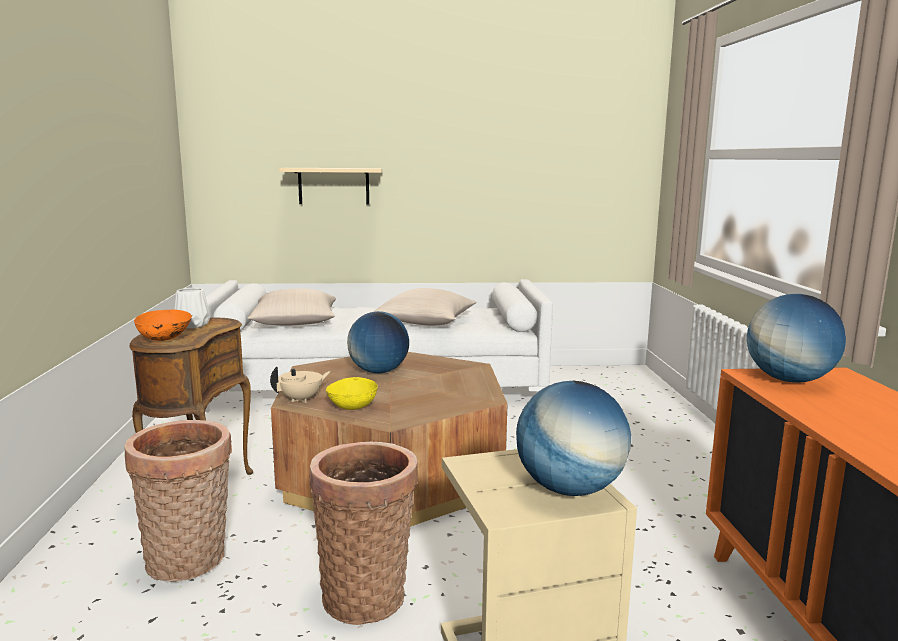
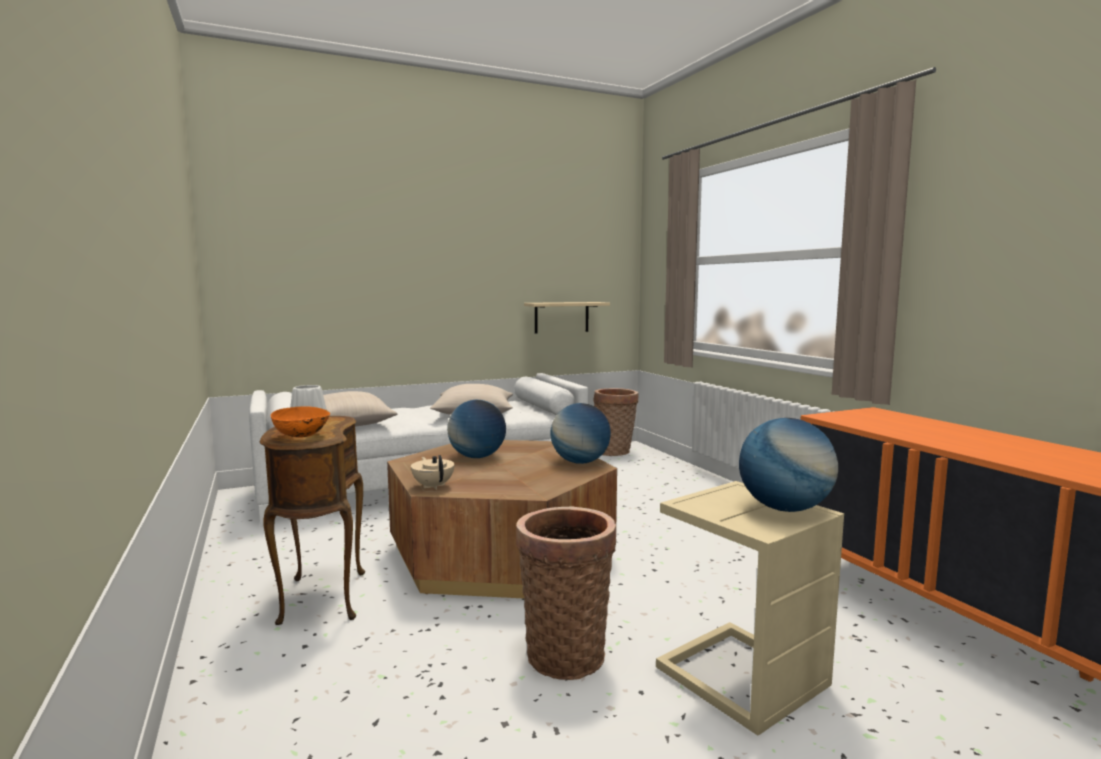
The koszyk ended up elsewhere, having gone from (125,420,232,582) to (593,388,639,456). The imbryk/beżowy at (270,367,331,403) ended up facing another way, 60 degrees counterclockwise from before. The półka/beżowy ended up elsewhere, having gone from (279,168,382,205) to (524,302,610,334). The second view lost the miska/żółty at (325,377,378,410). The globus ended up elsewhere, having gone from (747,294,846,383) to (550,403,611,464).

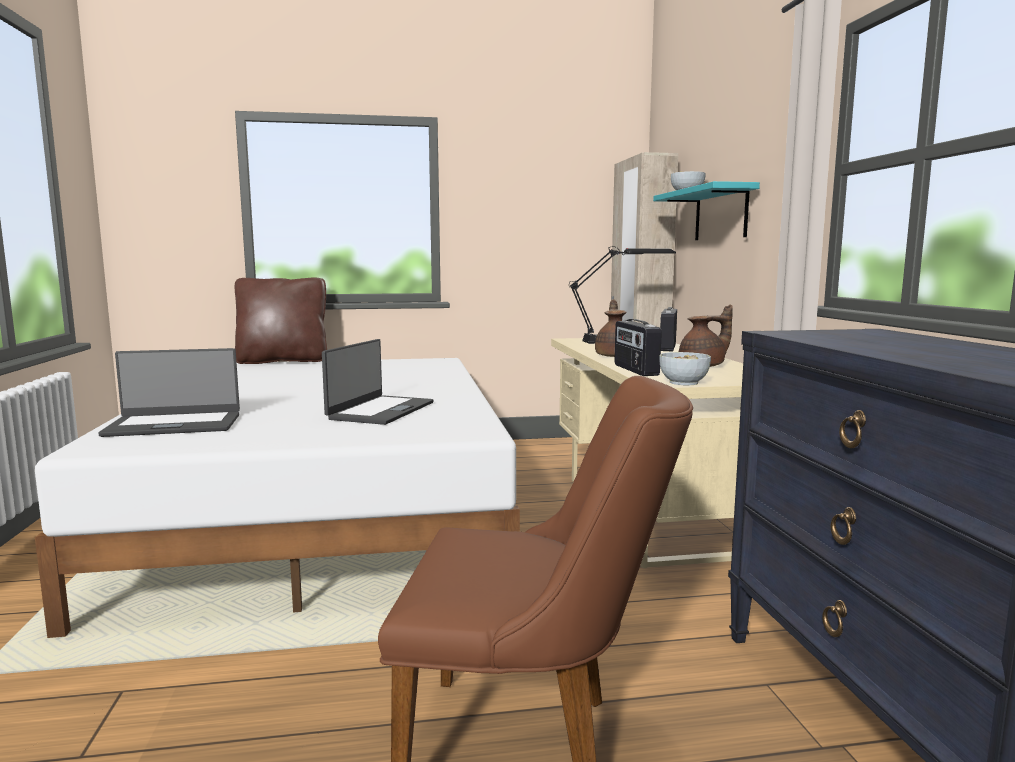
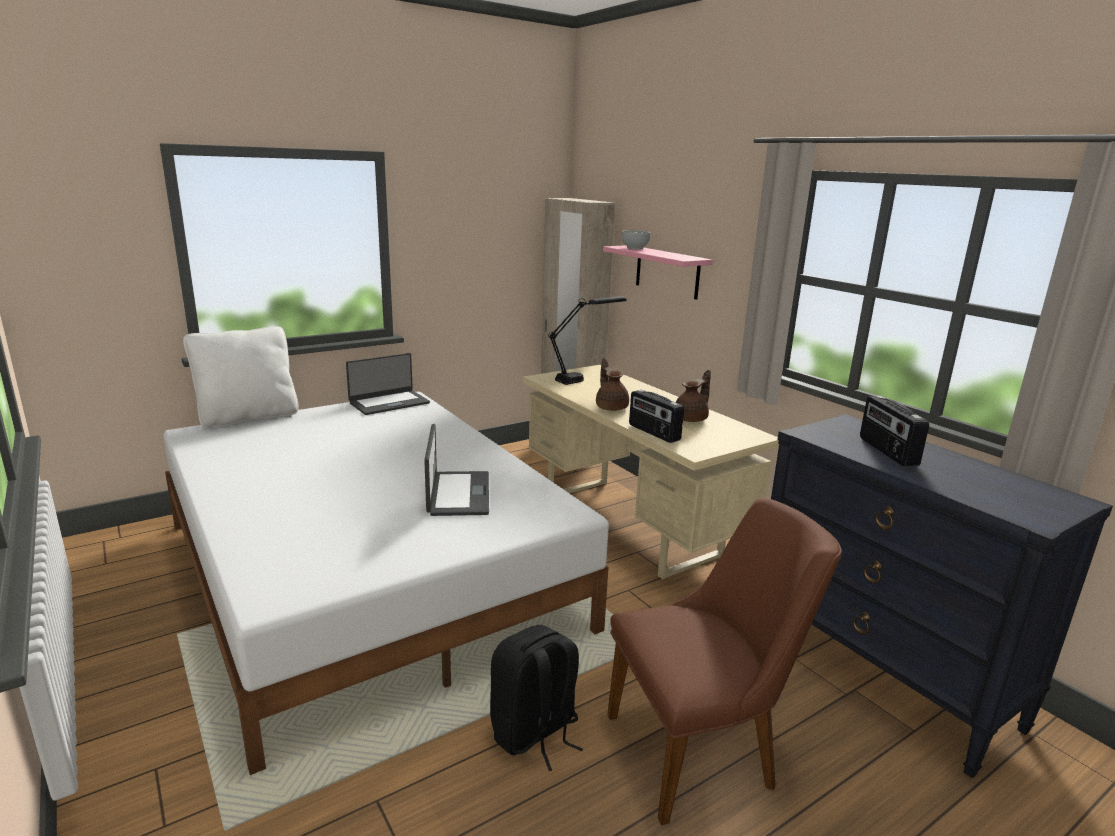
The laptop ended up elsewhere, having gone from (98,348,240,437) to (346,353,430,415). What was the poduszka/brązowy at (235,278,327,364) turned into the poduszka/biały at (183,326,299,428). What was the półka/turkusowy at (653,181,760,240) turned into the półka/różowy at (603,245,713,300). The second view lost the miska at (659,352,711,385). The radio ended up elsewhere, having gone from (660,307,677,351) to (860,396,929,466). The second view gained the plecak/czarny at (490,625,583,771).

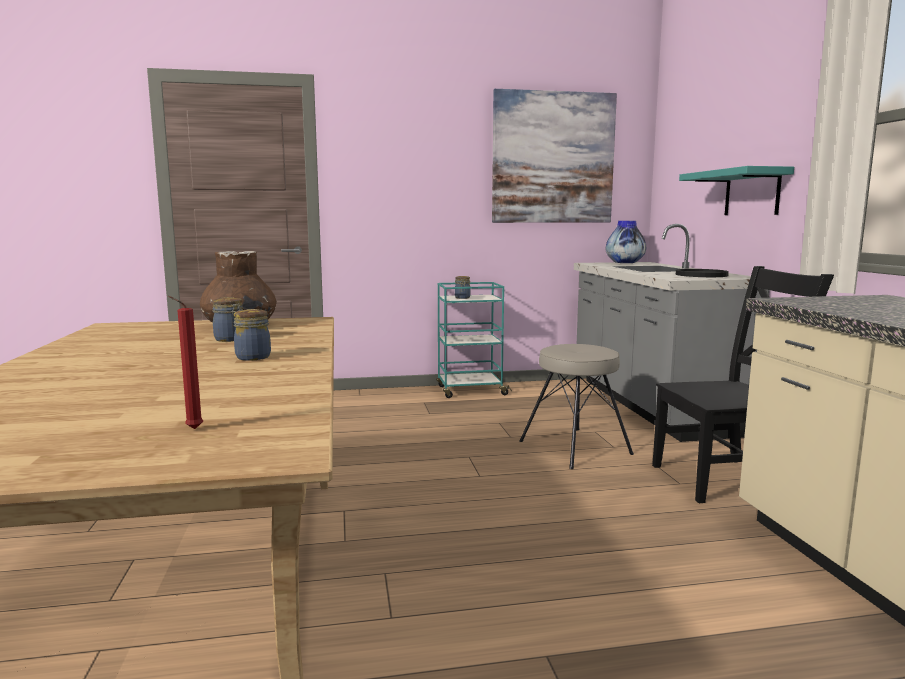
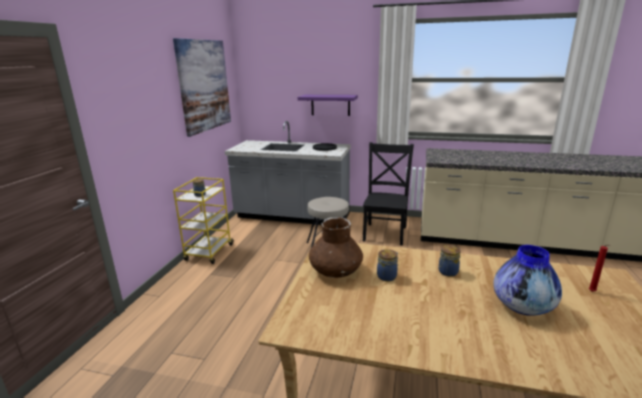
What was the wózek/turkusowy at (436,282,512,398) turned into the wózek/żółty at (173,177,234,264). The wazon ended up elsewhere, having gone from (606,221,646,263) to (493,245,562,316). What was the półka/turkusowy at (679,166,794,215) turned into the półka/fioletowy at (298,95,358,116).

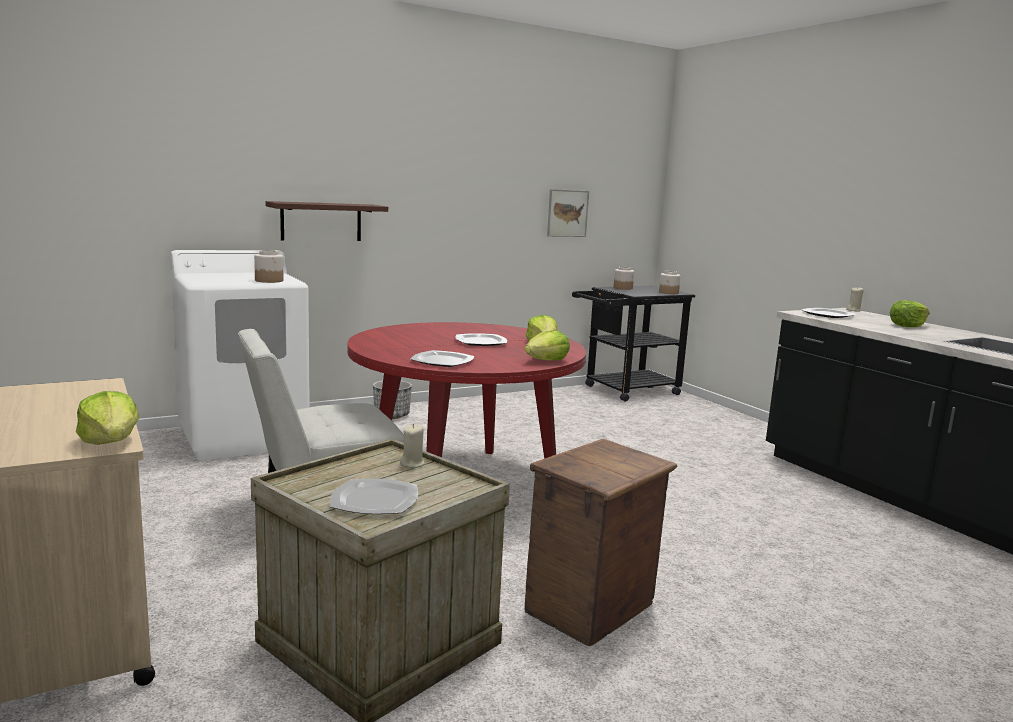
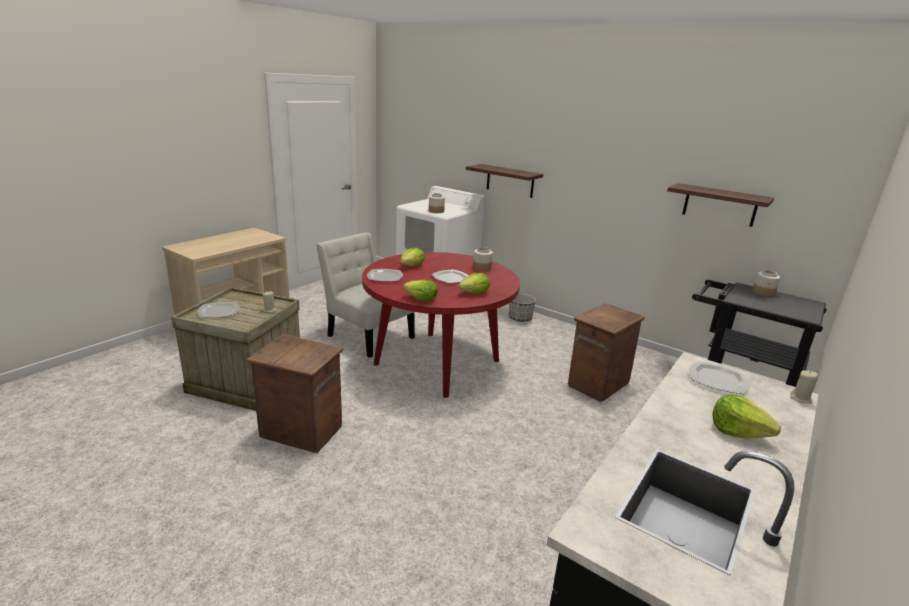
The sałata ended up elsewhere, having gone from (76,391,139,445) to (400,248,425,266). Where the obraz hung at (547,189,589,237), the półka came to hang at (667,183,774,227). The słoik ended up elsewhere, having gone from (659,271,681,294) to (473,247,493,271). The second view gained the skrzynka at (568,303,645,402).

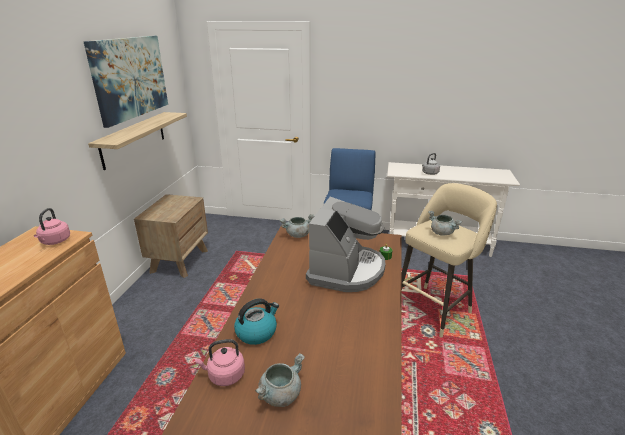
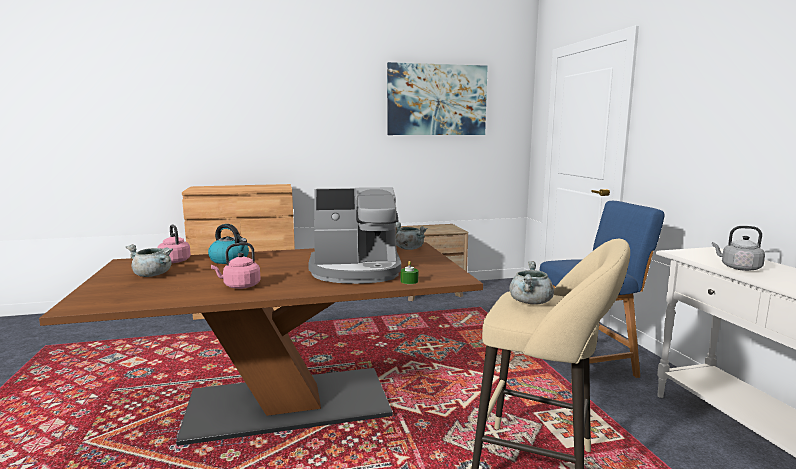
The czajnik/różowy ended up elsewhere, having gone from (34,208,70,245) to (211,243,261,289). The second view lost the półka at (88,112,187,170).

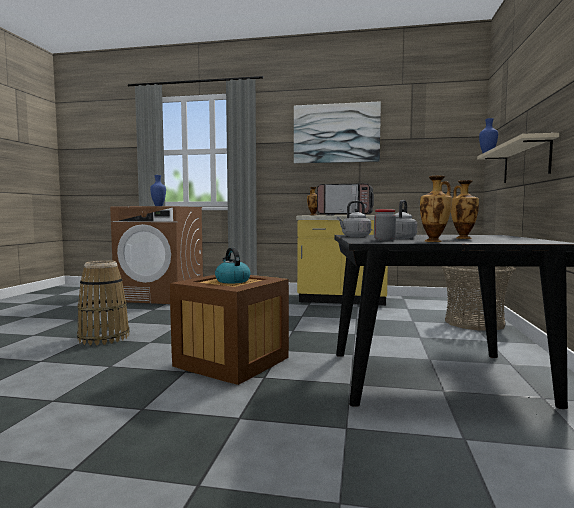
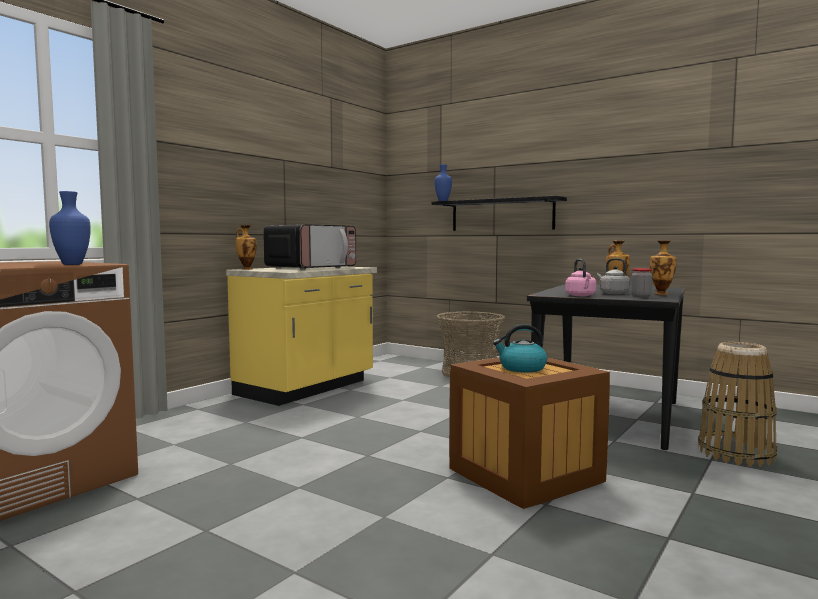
The koszyk ended up elsewhere, having gone from (77,260,130,345) to (698,342,777,467). The second view lost the obraz at (294,101,381,163). What was the czajnik/szary at (337,201,371,237) turned into the czajnik/różowy at (565,259,596,296). What was the półka/beżowy at (477,133,559,183) turned into the półka/czarny at (432,196,567,231).

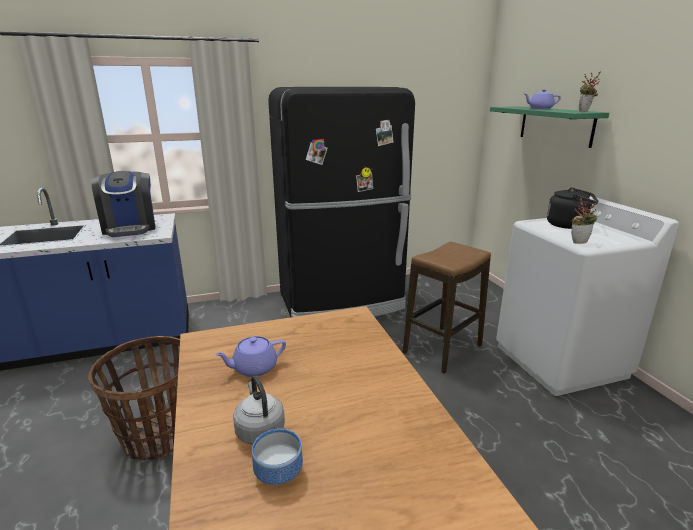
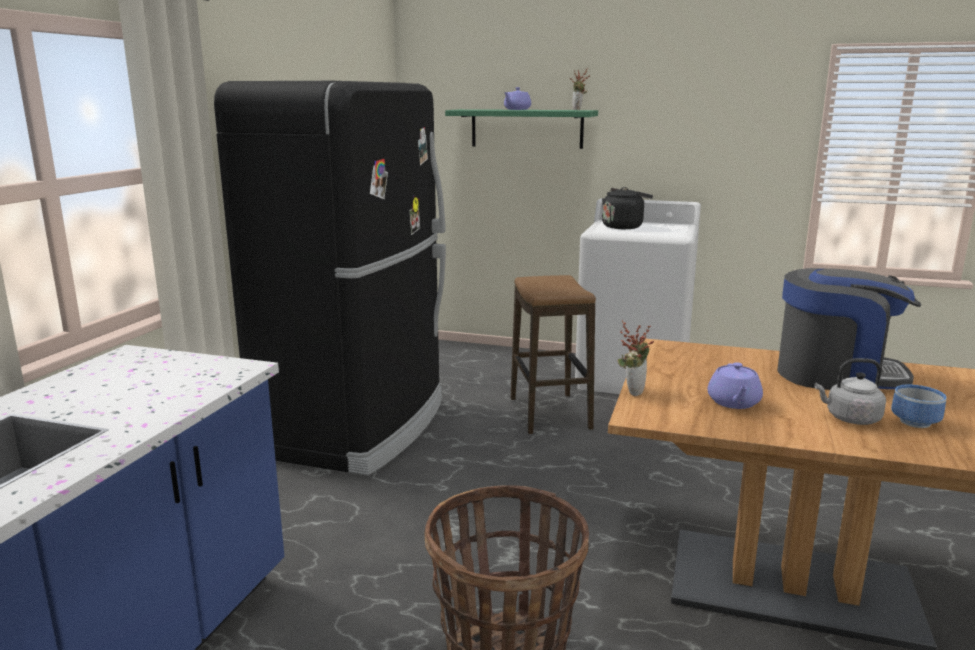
The ekspres do kawy ended up elsewhere, having gone from (91,171,155,237) to (777,268,922,390). The roślina doniczkowa ended up elsewhere, having gone from (571,197,598,244) to (618,320,654,396).

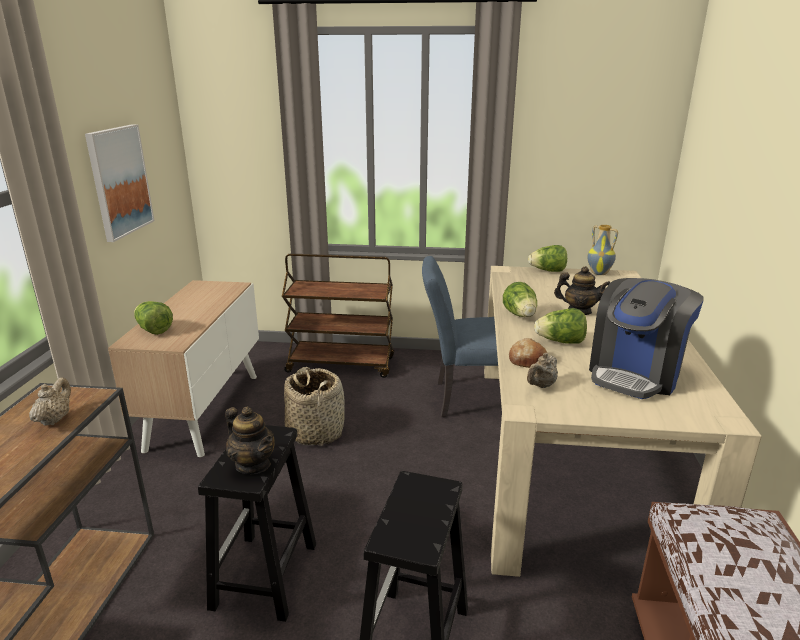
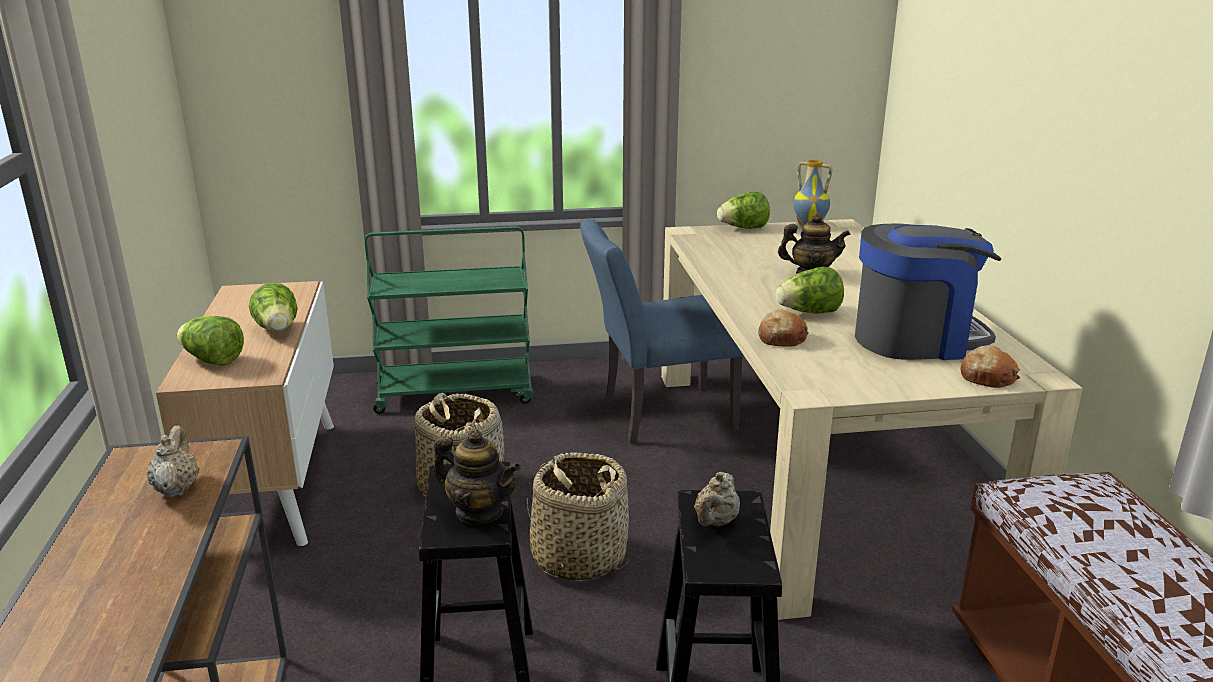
The second view lost the obraz at (85,124,154,242). What was the wózek/brązowy at (282,253,394,378) turned into the wózek/zielony at (365,226,533,414). The sałata ended up elsewhere, having gone from (503,282,537,317) to (249,283,298,332). The imbryk/beżowy ended up elsewhere, having gone from (527,353,558,388) to (694,472,740,526). The ekspres do kawy at (589,278,704,399) ended up facing another way, 120 degrees counterclockwise from before. The second view gained the koszyk at (527,452,629,581). The second view gained the chleb at (961,345,1020,388).

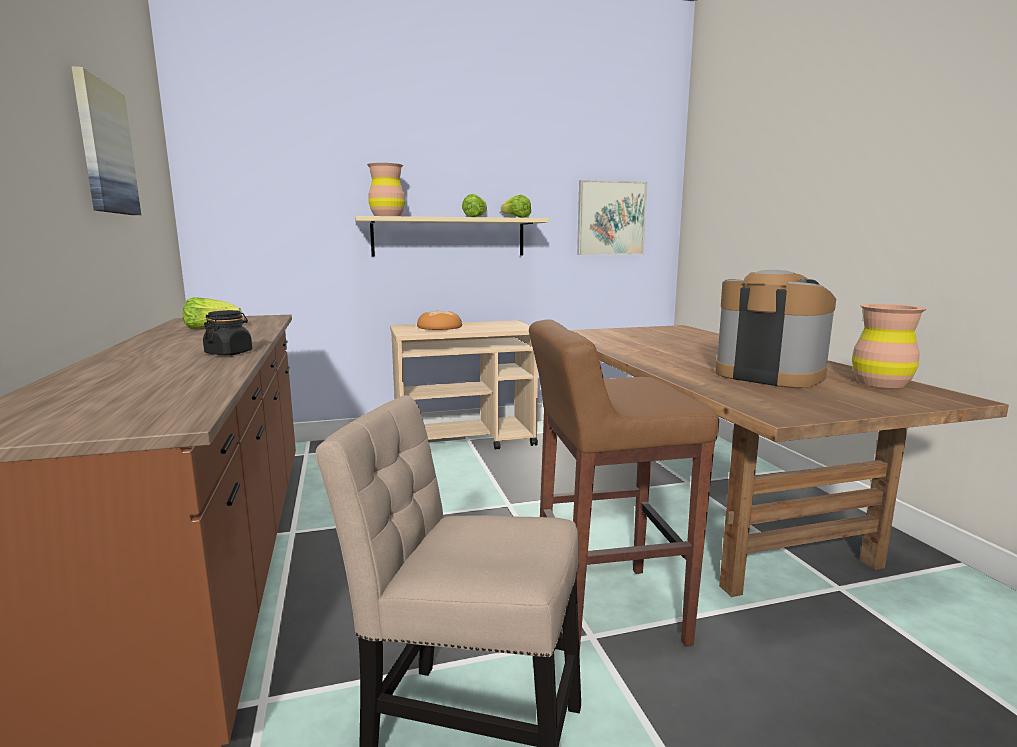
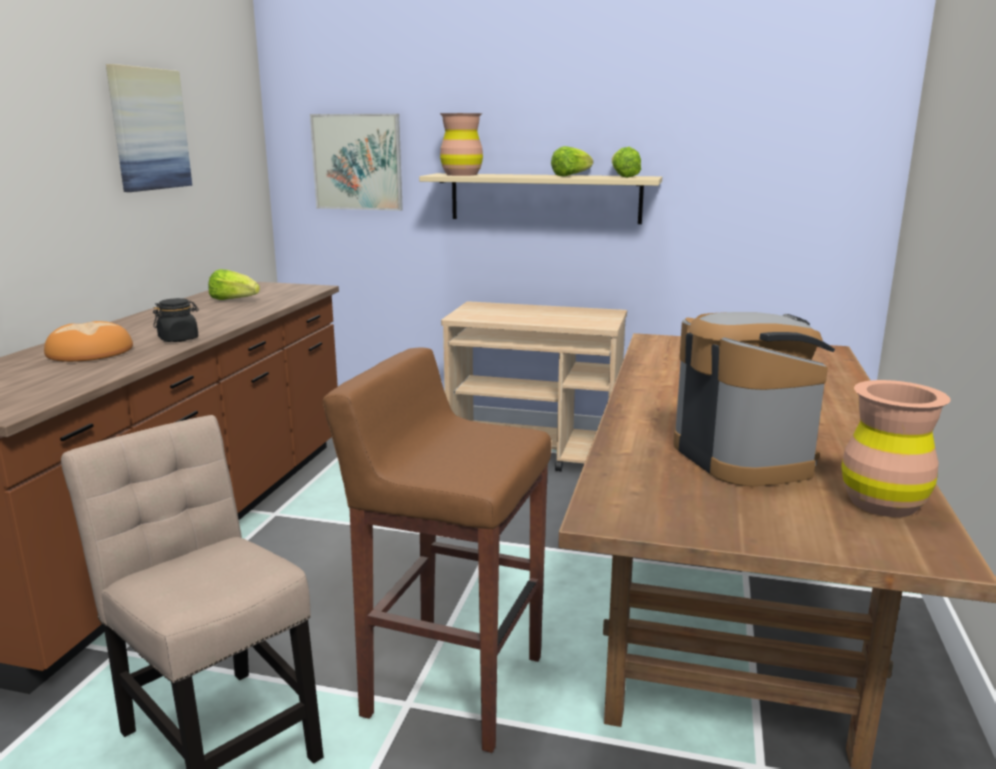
The chleb ended up elsewhere, having gone from (417,311,462,330) to (44,321,133,362). The obraz ended up elsewhere, having gone from (577,180,647,255) to (310,114,403,211).

